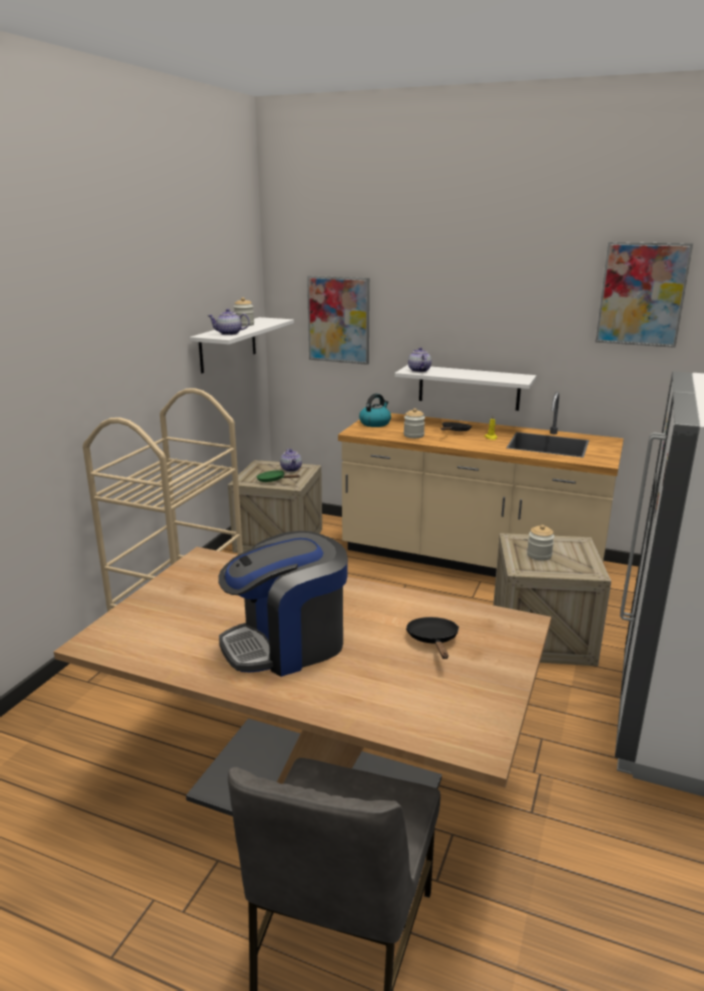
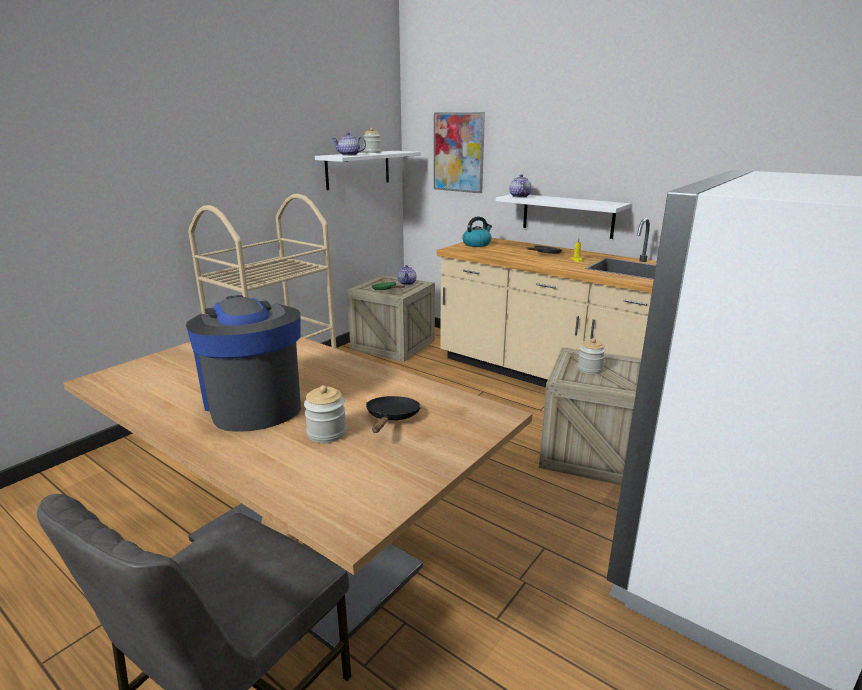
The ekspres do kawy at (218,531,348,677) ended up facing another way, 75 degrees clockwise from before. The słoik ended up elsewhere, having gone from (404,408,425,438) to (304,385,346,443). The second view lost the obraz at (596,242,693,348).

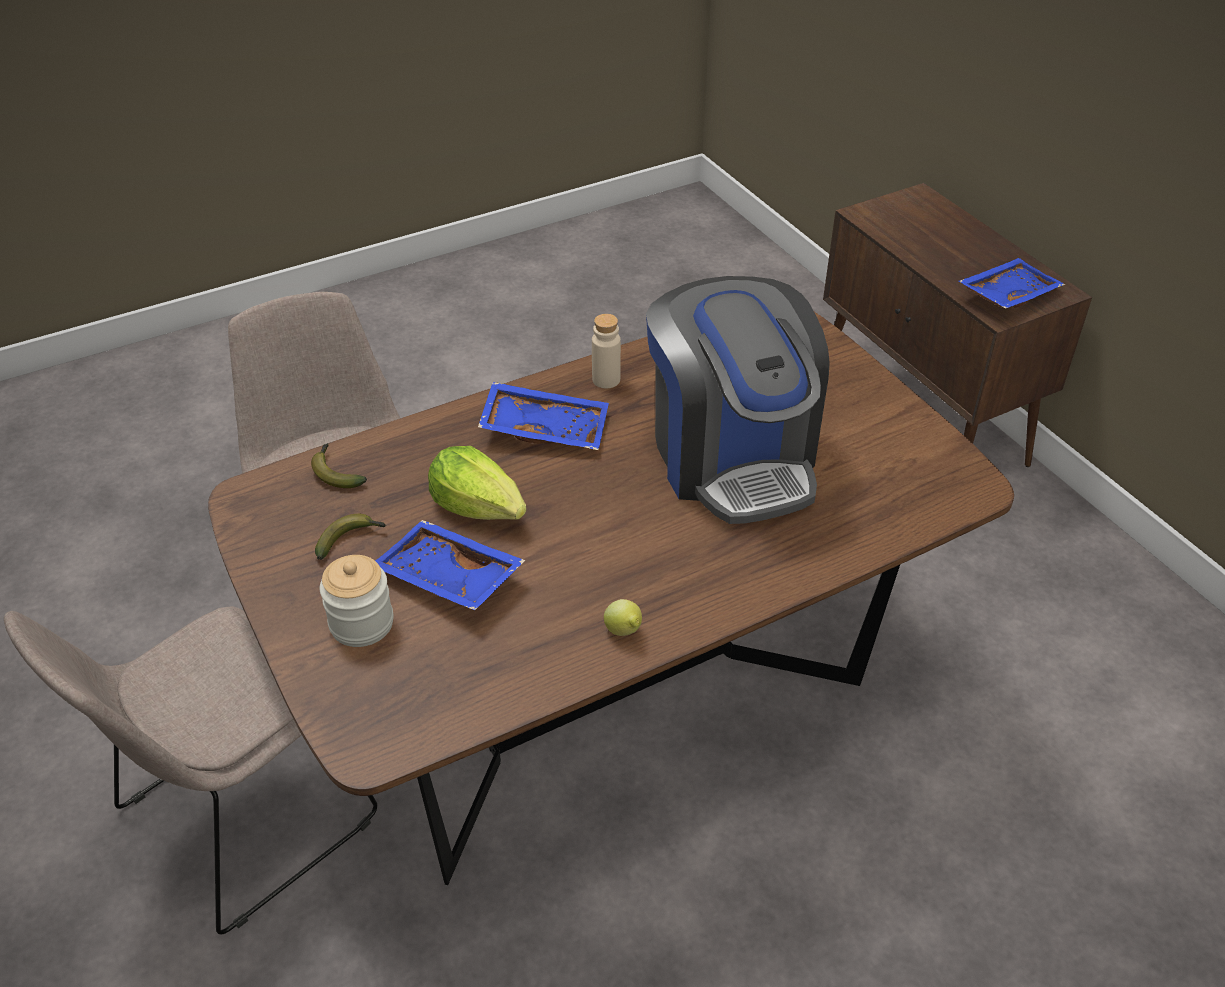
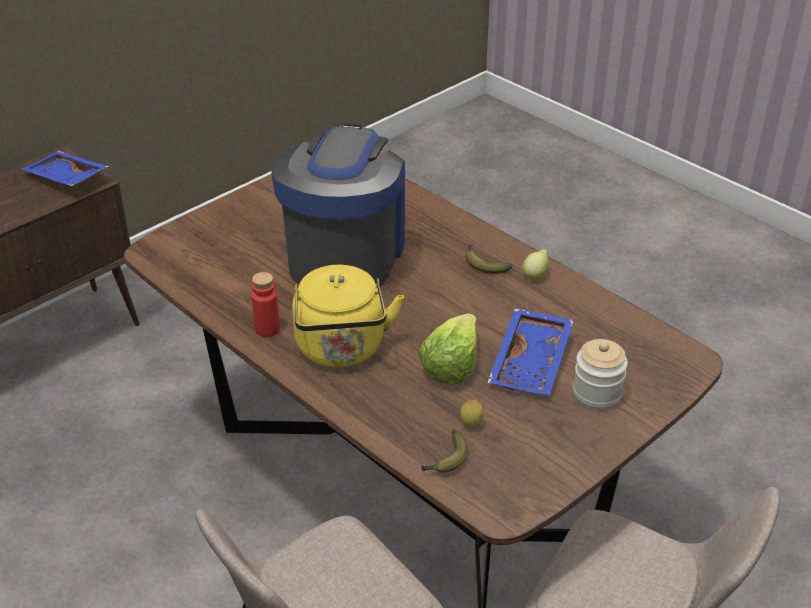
The banan ended up elsewhere, having gone from (315,514,386,560) to (465,245,512,274). Where the taca/niebieski stood at (478,382,609,450), the czajnik/żółty came to stand at (292,265,404,367). What was the butelka/beżowy at (592,314,621,389) turned into the butelka/czerwony at (251,272,280,337). The ekspres do kawy at (646,276,830,524) ended up facing another way, 45 degrees counterclockwise from before. The second view gained the cytryna at (460,400,483,428).

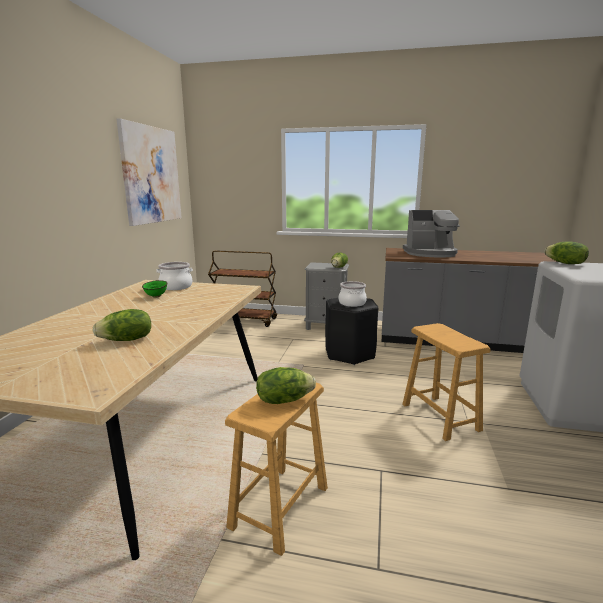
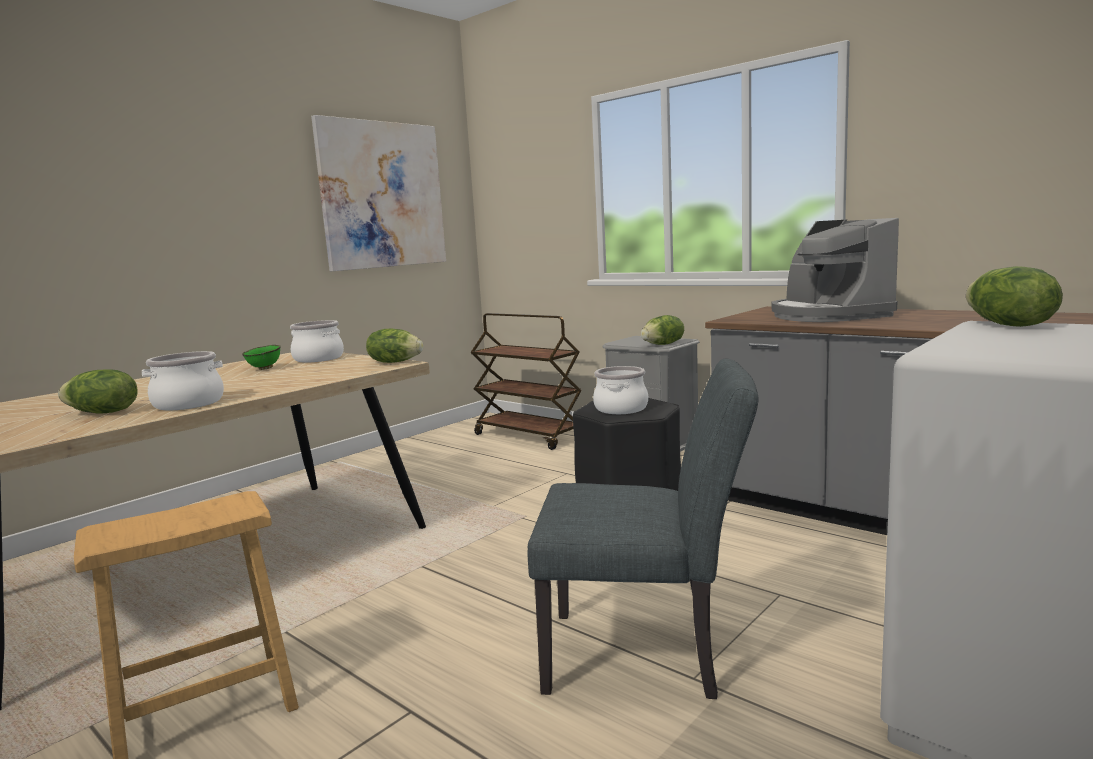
The sałata ended up elsewhere, having gone from (256,367,316,404) to (366,329,423,363). Where the stołek/brązowy stood at (402,323,491,441), the krzesło/szary came to stand at (528,359,759,699). The ekspres do kawy at (403,210,460,257) ended up facing another way, 45 degrees clockwise from before. The second view gained the garnek at (142,351,224,410).

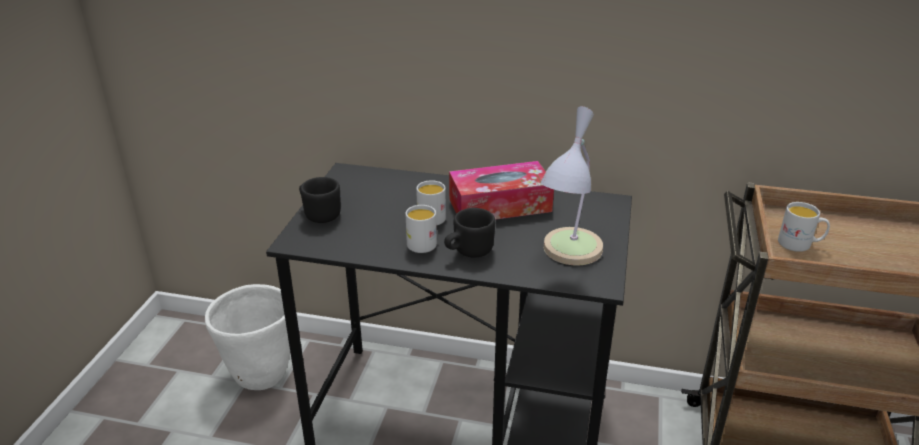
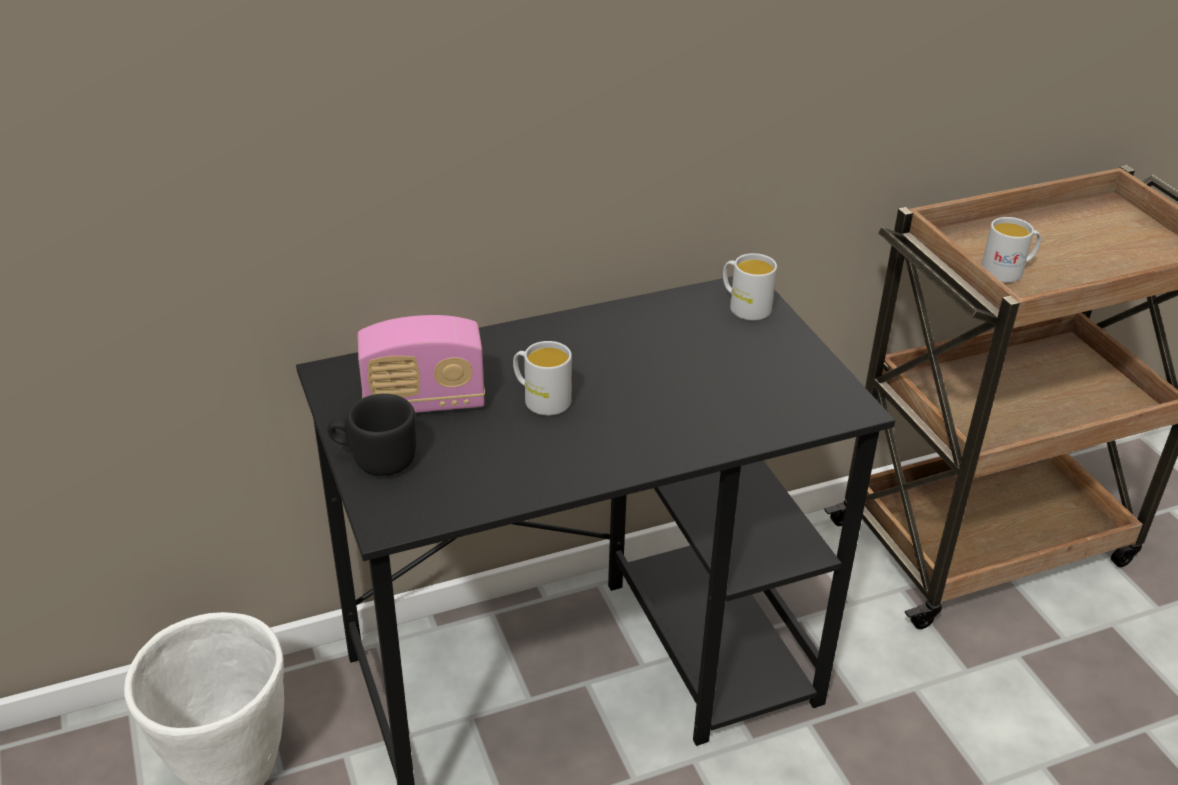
The kubek/biały ended up elsewhere, having gone from (405,205,437,253) to (723,253,777,321). The second view lost the kubek/czarny at (444,208,495,258). The second view lost the pudełko chusteczek at (449,161,554,220). The second view lost the lampa stołowa at (541,106,603,265). The second view gained the radio at (358,315,485,413).

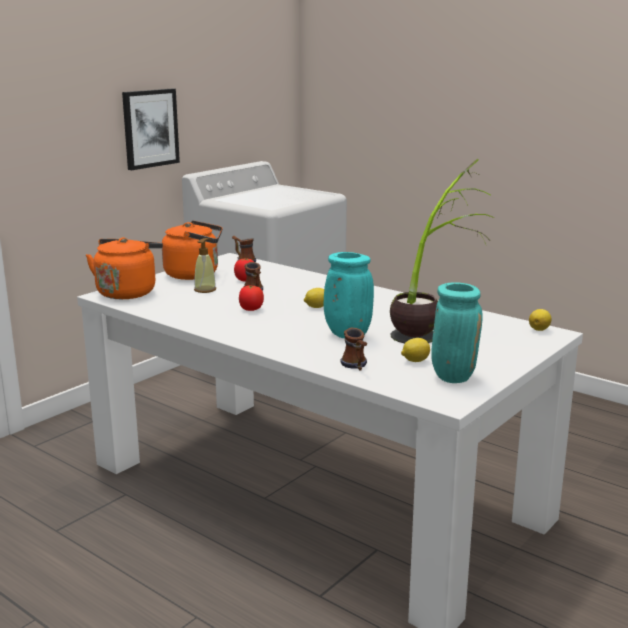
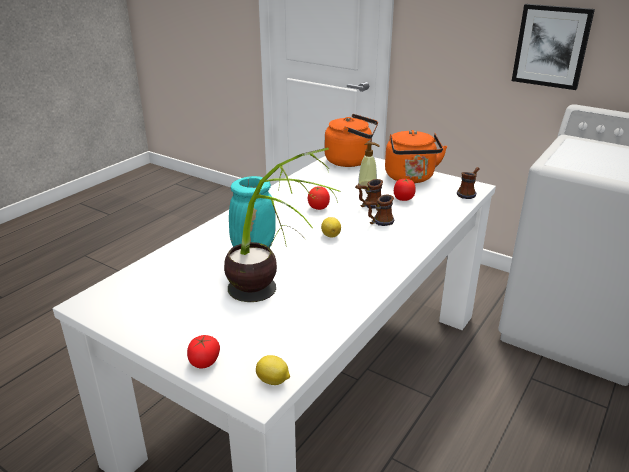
The kubek ended up elsewhere, having gone from (340,328,367,370) to (364,195,394,226). The second view lost the cytryna at (401,338,430,362). The second view lost the wazon/turkusowy at (431,282,483,383). The second view gained the pomidor at (187,335,220,368).

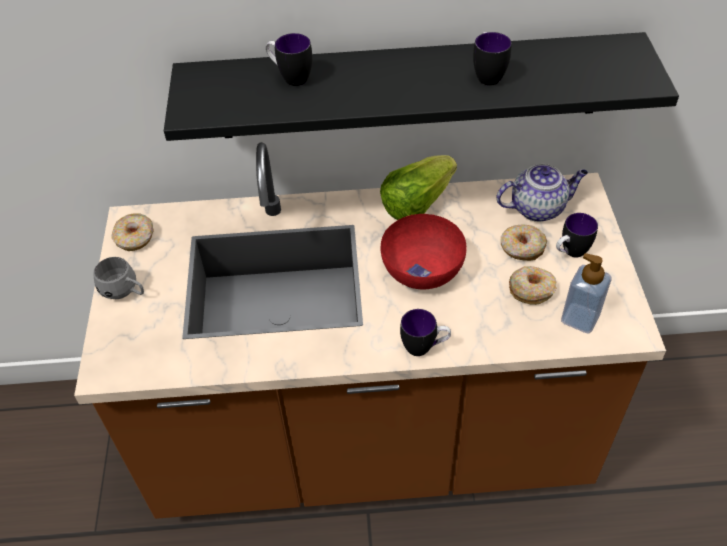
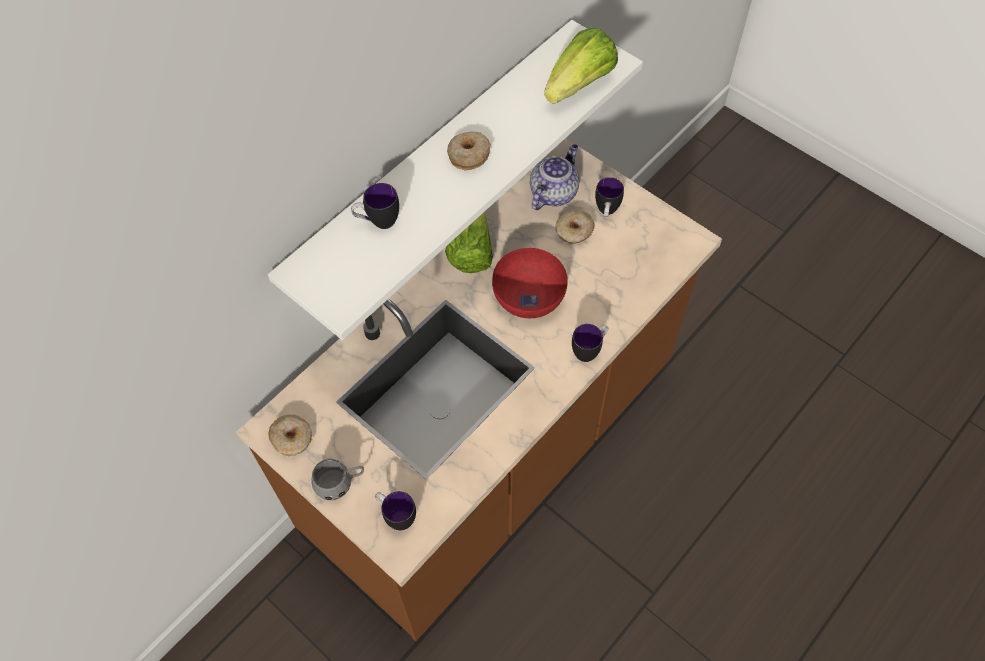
What was the półka/czarny at (164,32,679,141) turned into the półka/biały at (268,20,643,340). The kubek ended up elsewhere, having gone from (473,32,512,85) to (375,491,416,530). The donut ended up elsewhere, having gone from (509,266,557,305) to (447,131,491,170). The second view lost the dozownik mydła at (561,253,612,334). The second view gained the sałata at (544,28,618,104).

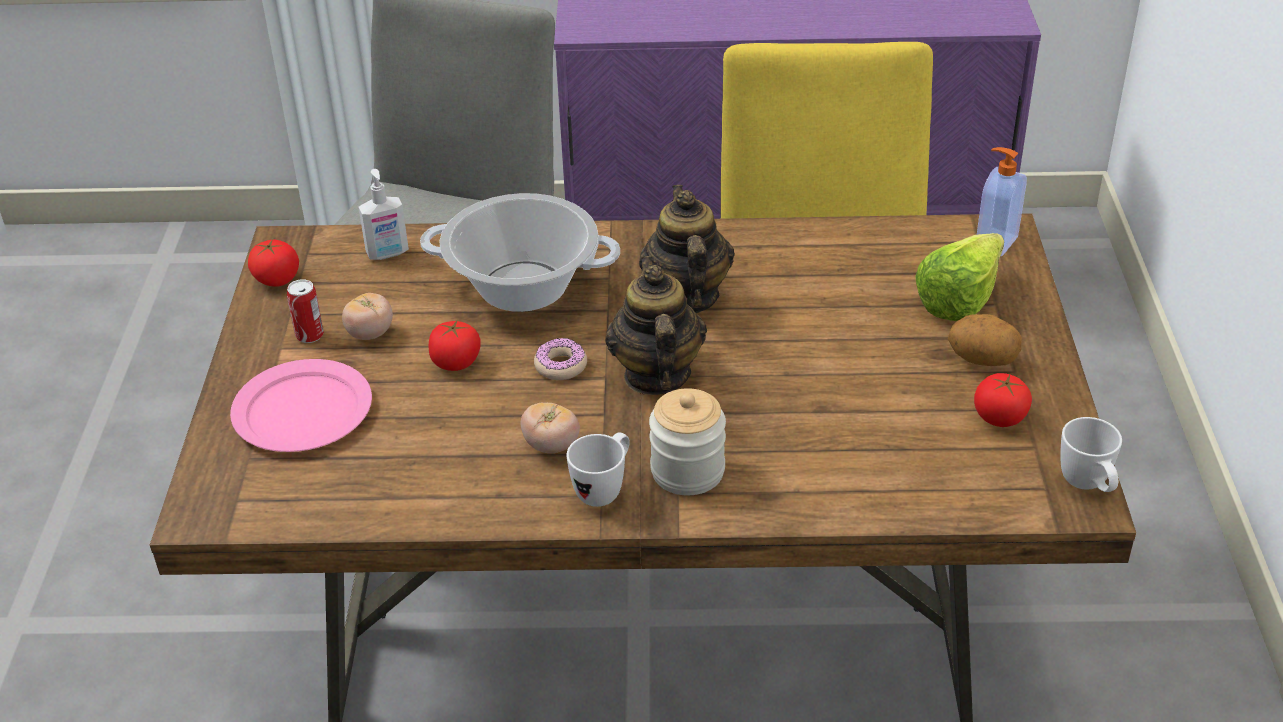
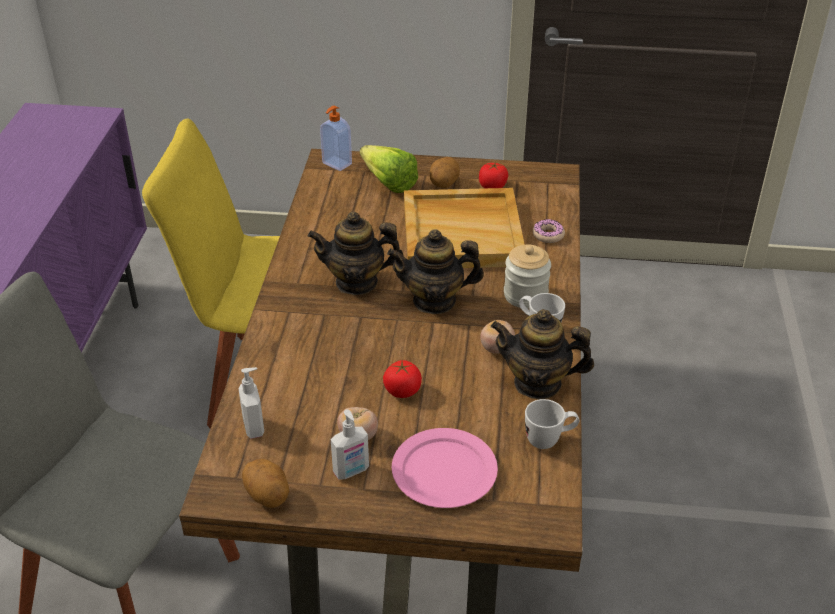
Where the pomidor stood at (248,239,299,287), the ziemniak came to stand at (242,459,289,508). Where the puszka stood at (287,279,324,343), the dozownik mydła came to stand at (331,409,369,480). The second view lost the garnek at (420,193,620,312). The donut ended up elsewhere, having gone from (534,338,587,380) to (533,219,565,243). The kubek/biały ended up elsewhere, having gone from (1060,417,1122,492) to (525,399,579,449). The second view gained the taca/beżowy at (404,188,525,268). The second view gained the imbryk at (491,309,594,399).

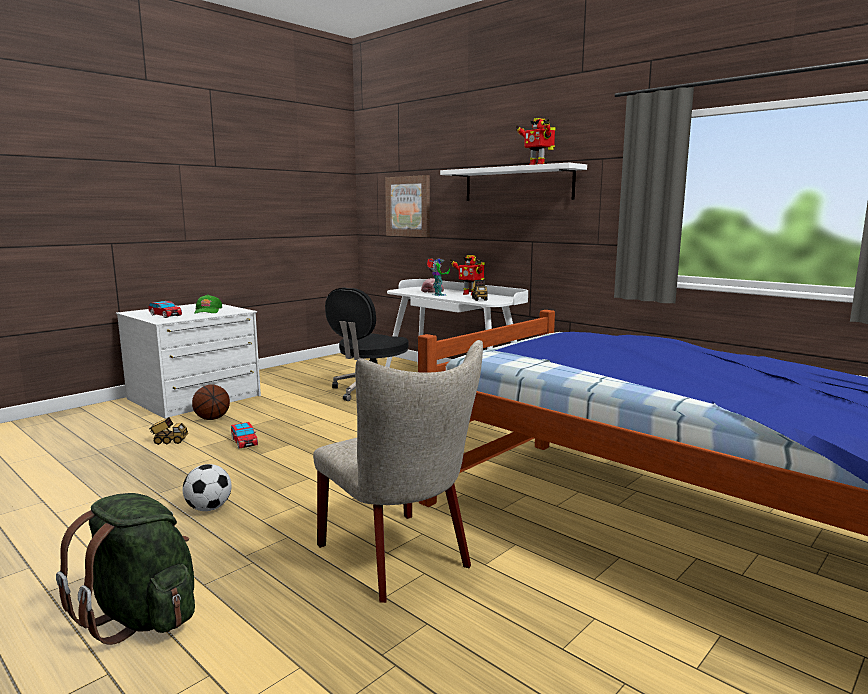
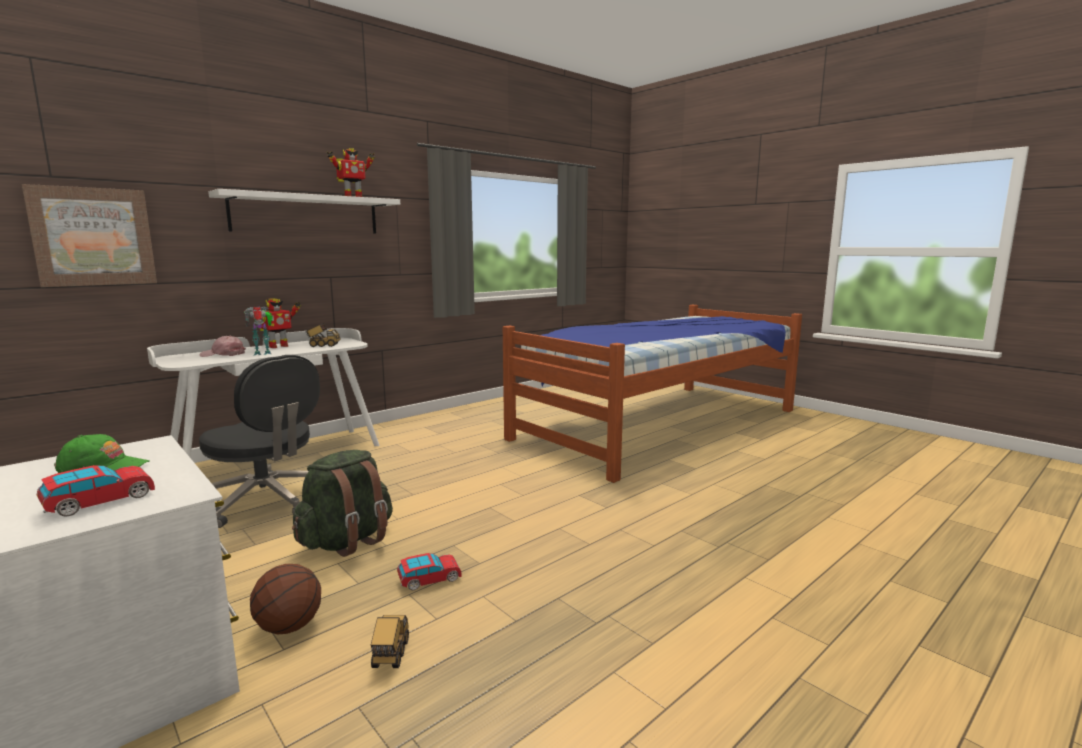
The plecak/zielony ended up elsewhere, having gone from (56,493,195,645) to (292,450,393,557). The second view lost the piłka futbolowa at (183,464,232,511). The second view lost the krzesło/beżowy at (313,340,483,603).

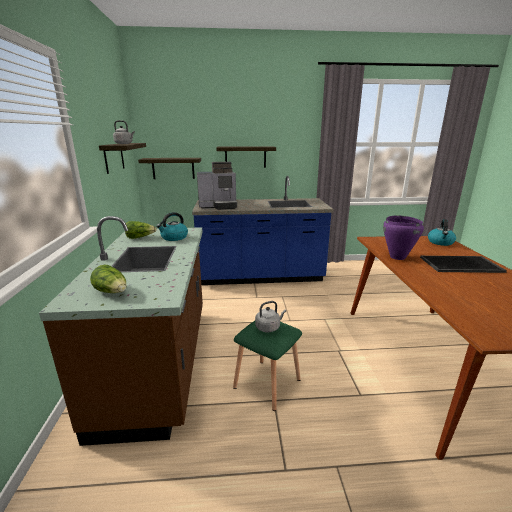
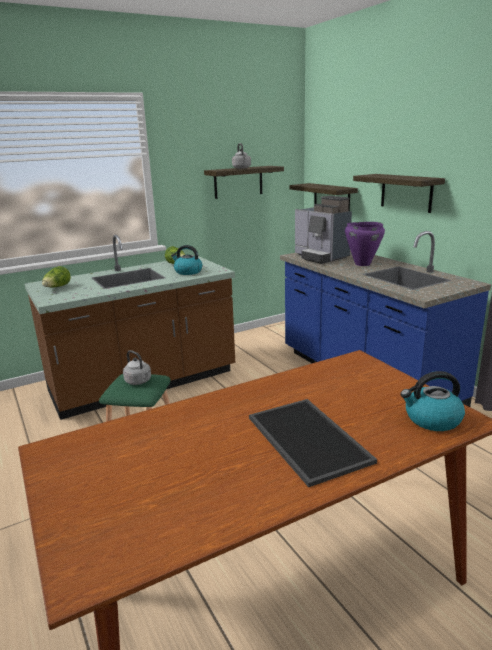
The garnek/fioletowy ended up elsewhere, having gone from (383,215,424,260) to (345,222,385,266).

